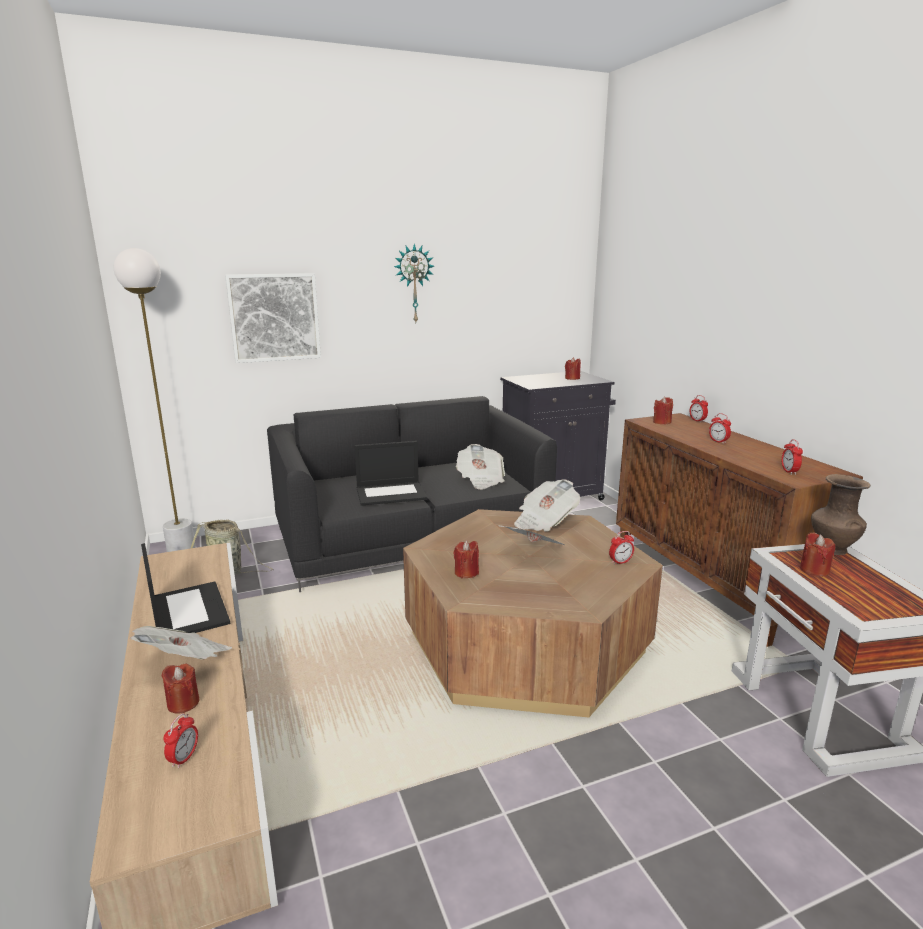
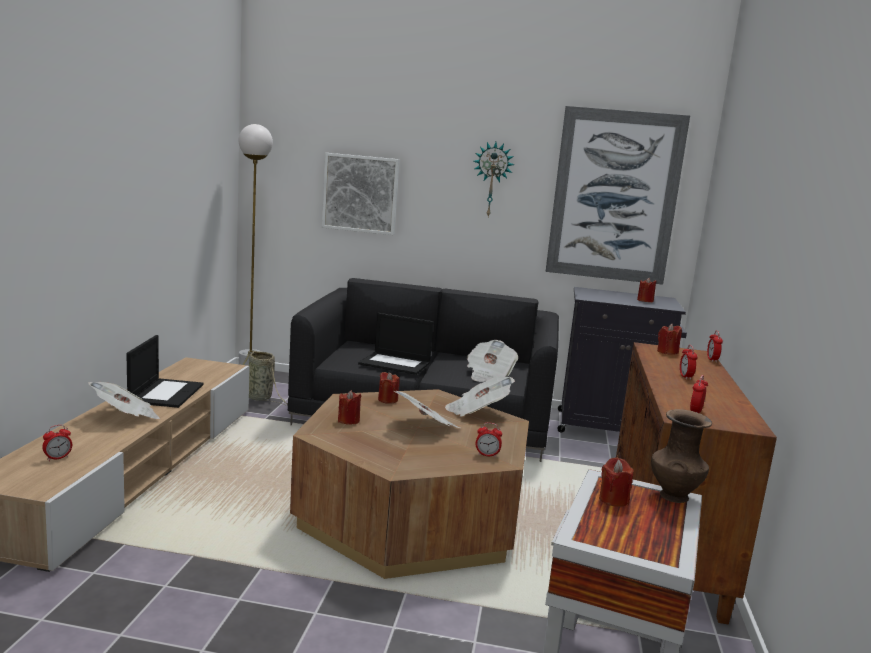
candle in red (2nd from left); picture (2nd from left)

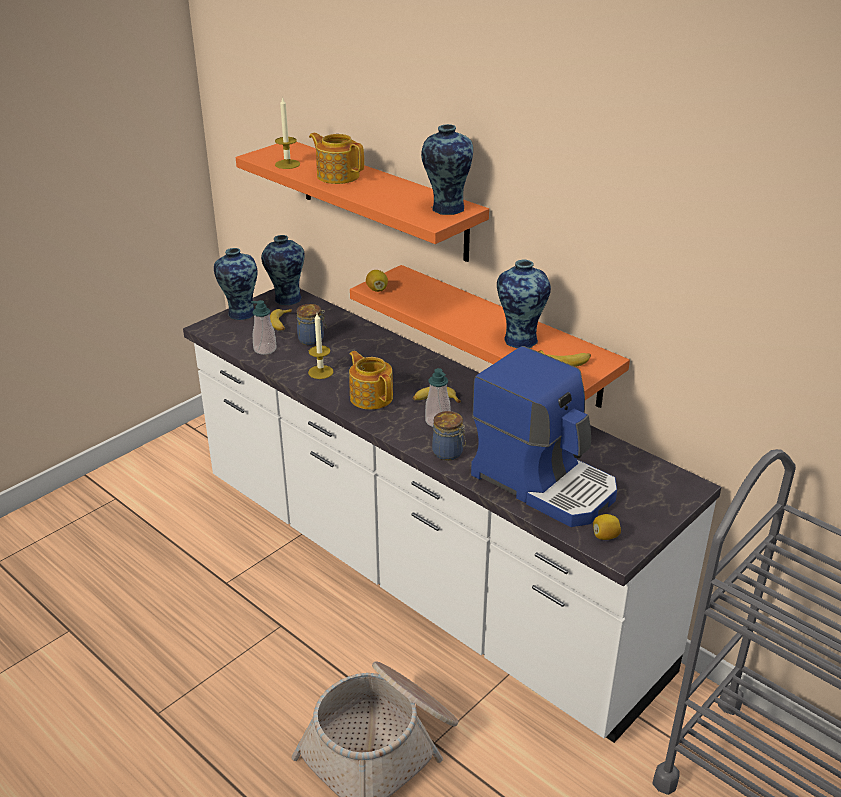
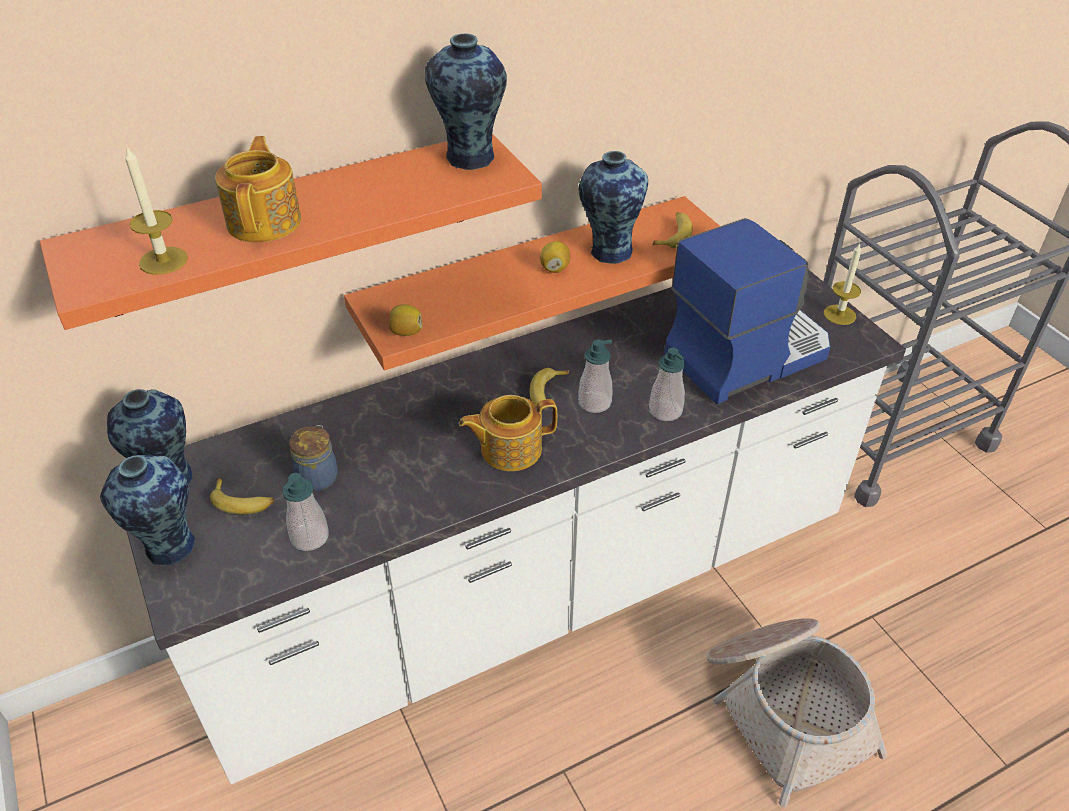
candle (2nd from left); teapot (1st from left); soap dispenser (3rd from left); lemon (2nd from left)

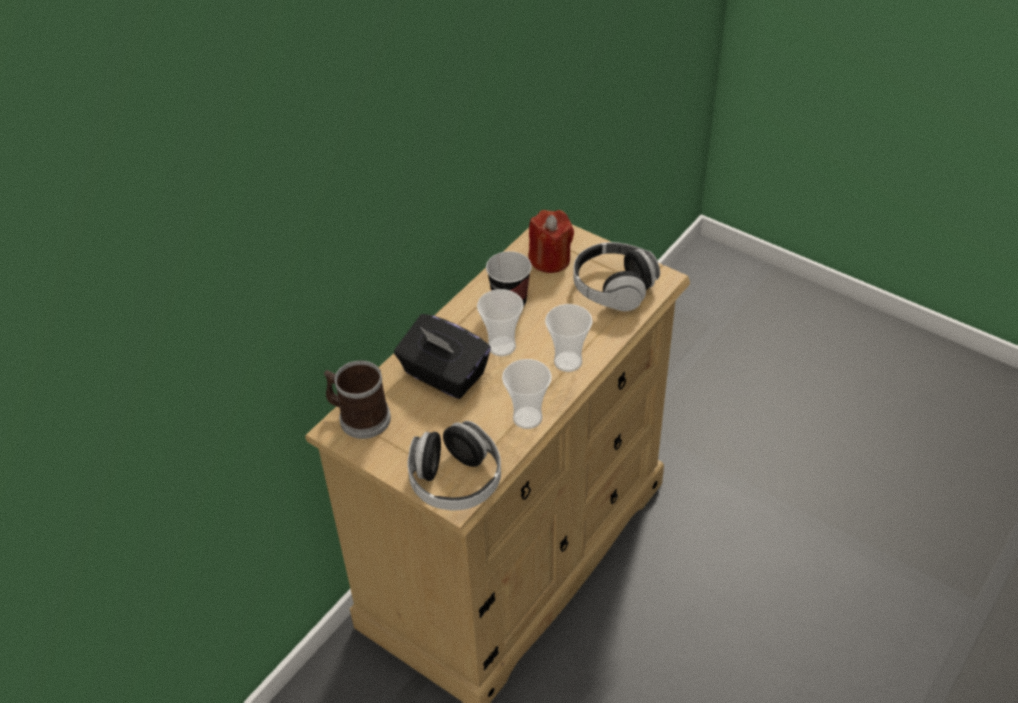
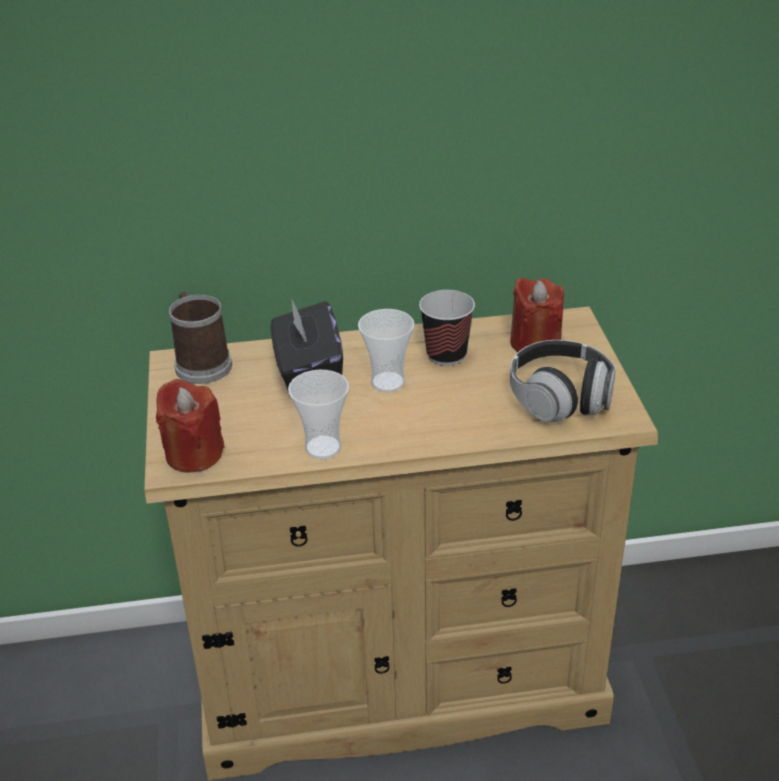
candle in red (1st from left); cup (4th from left in the first image)

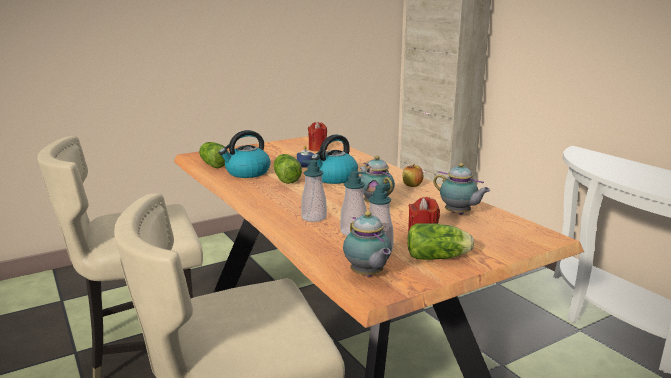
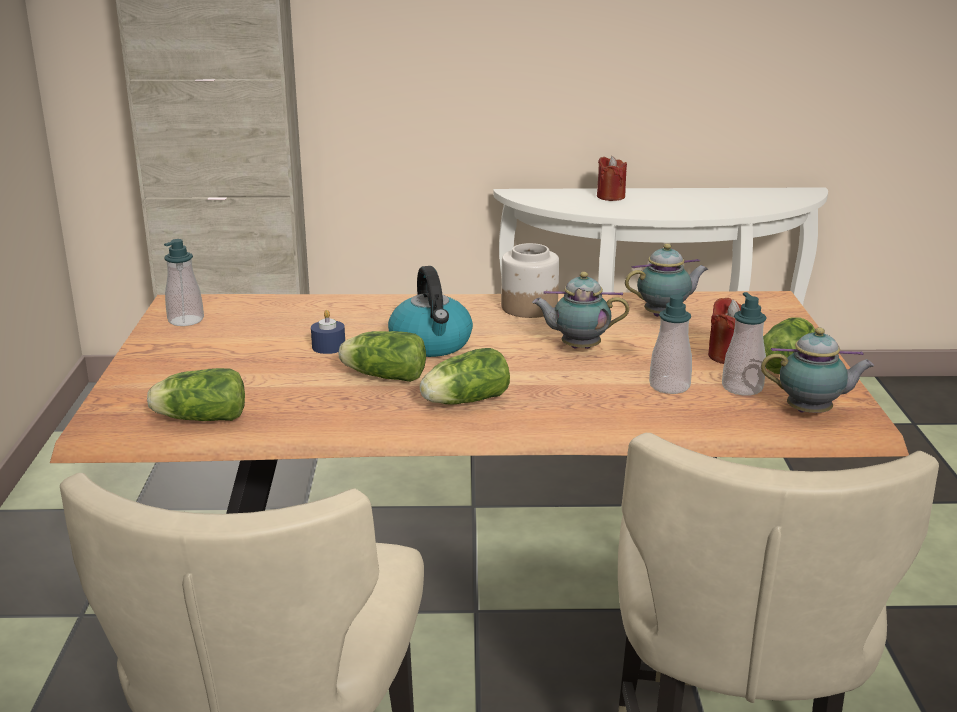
kettle (1st from left in the first image); soap dispenser (1st from left); candle in red (1st from left); jar; lettuce (3rd from left)

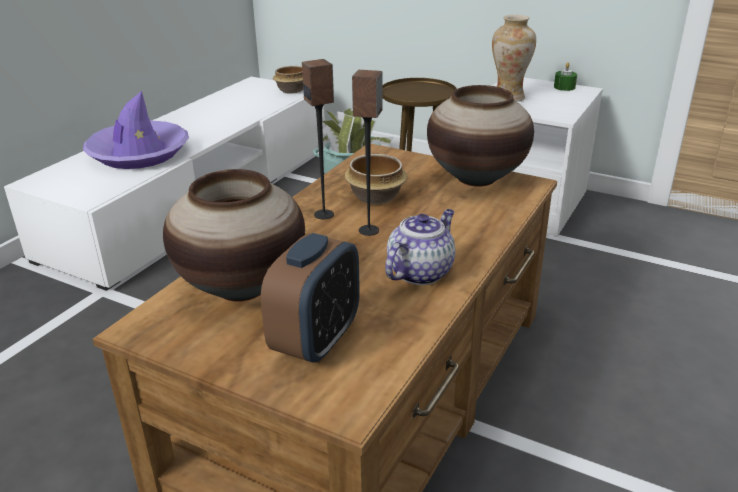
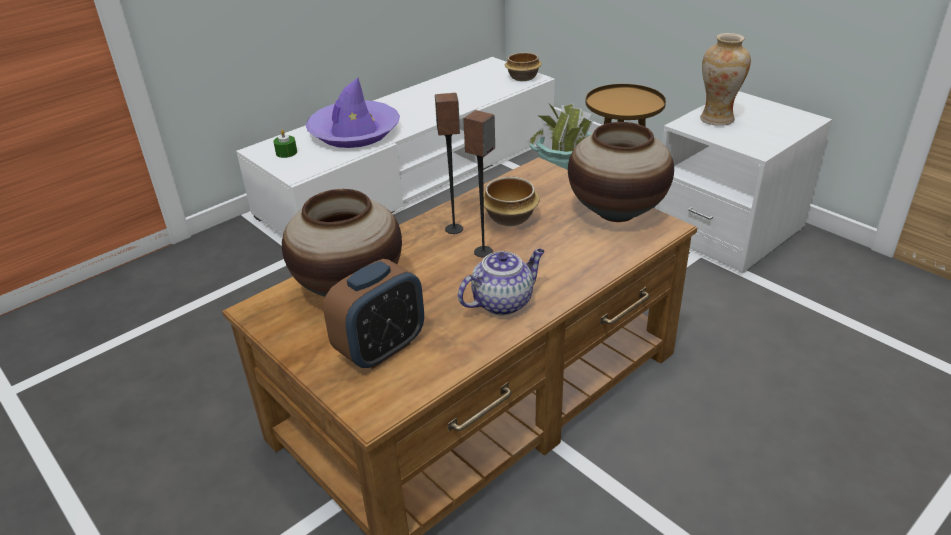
candle in green

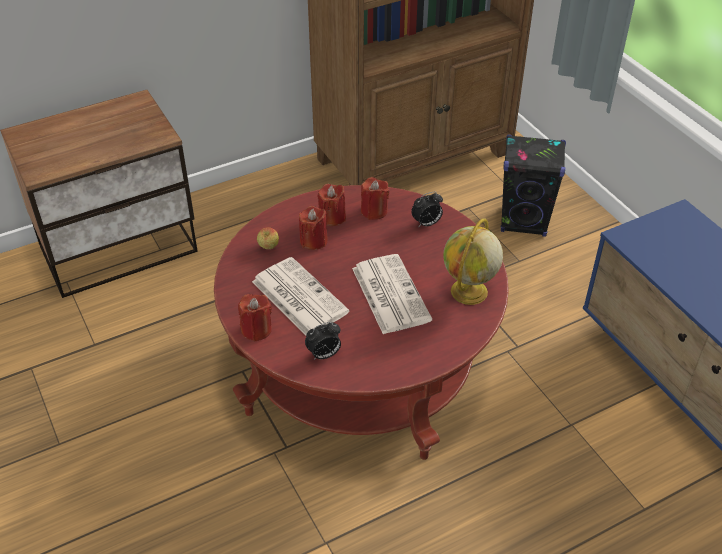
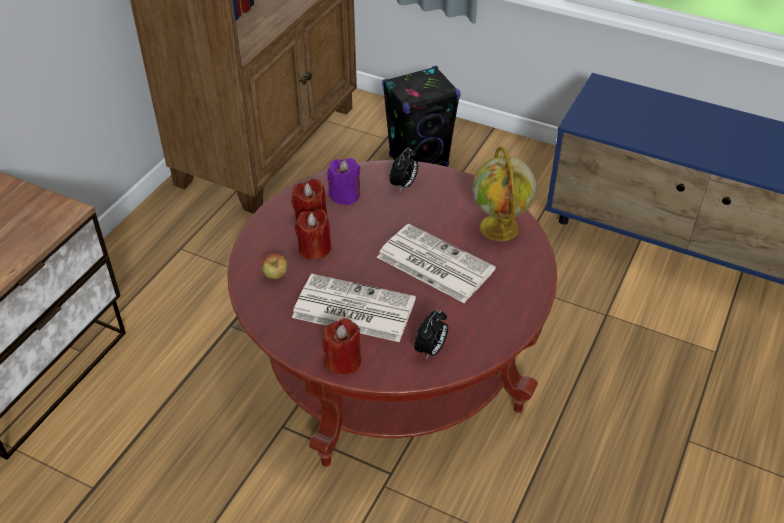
candle in purple

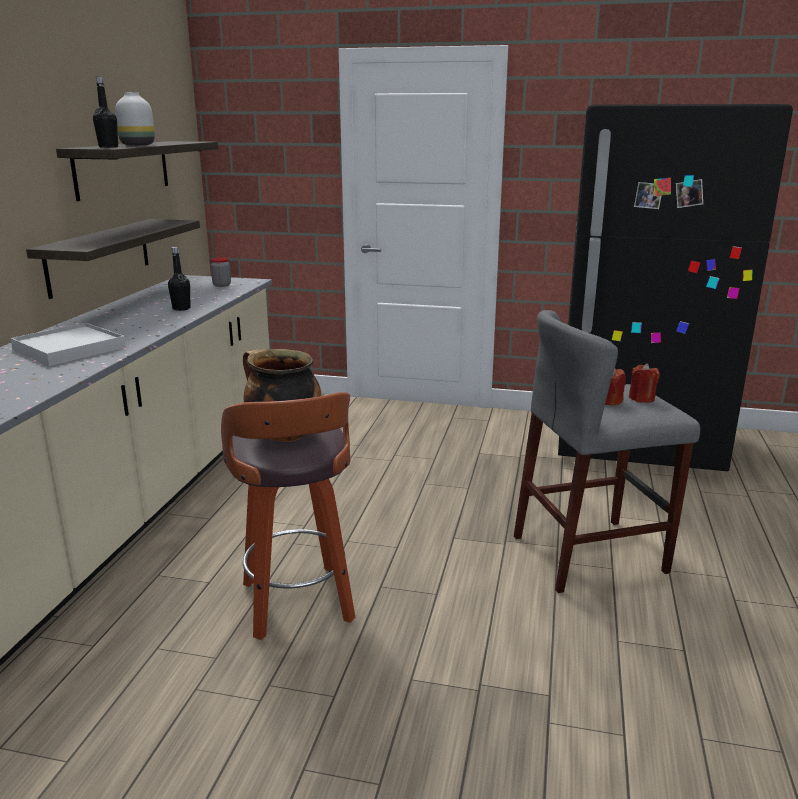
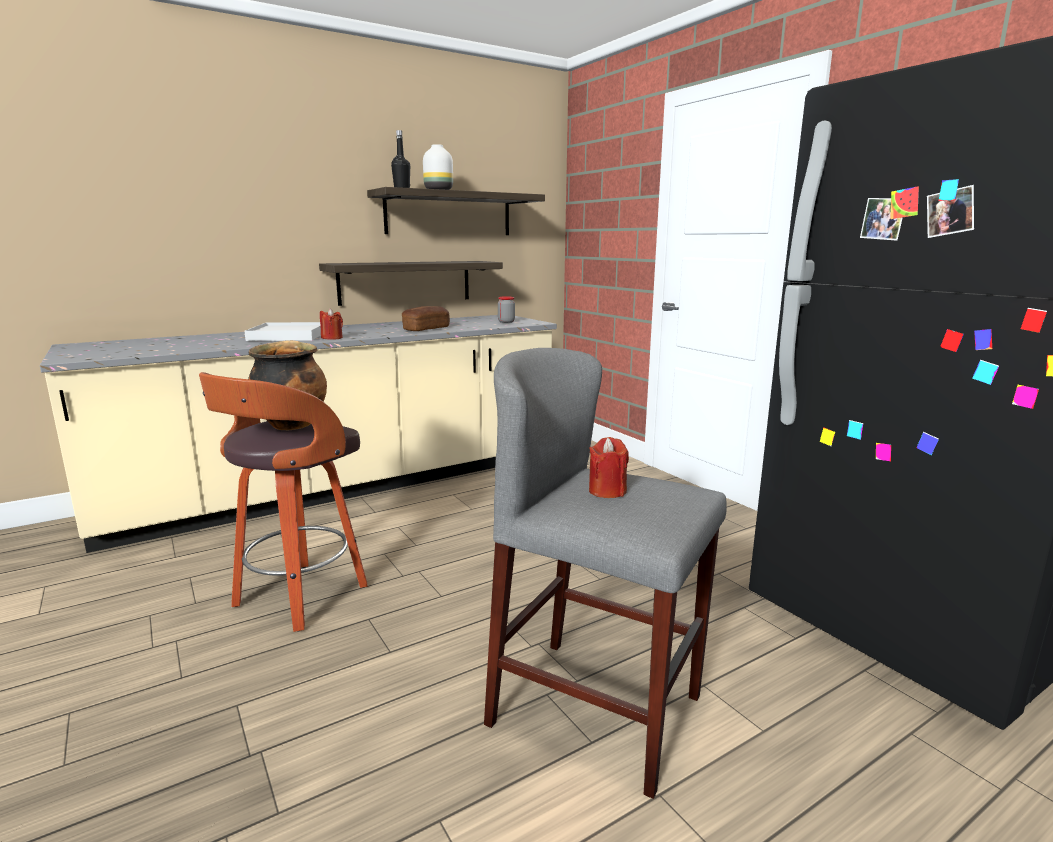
bread; candle in red (1st from left)

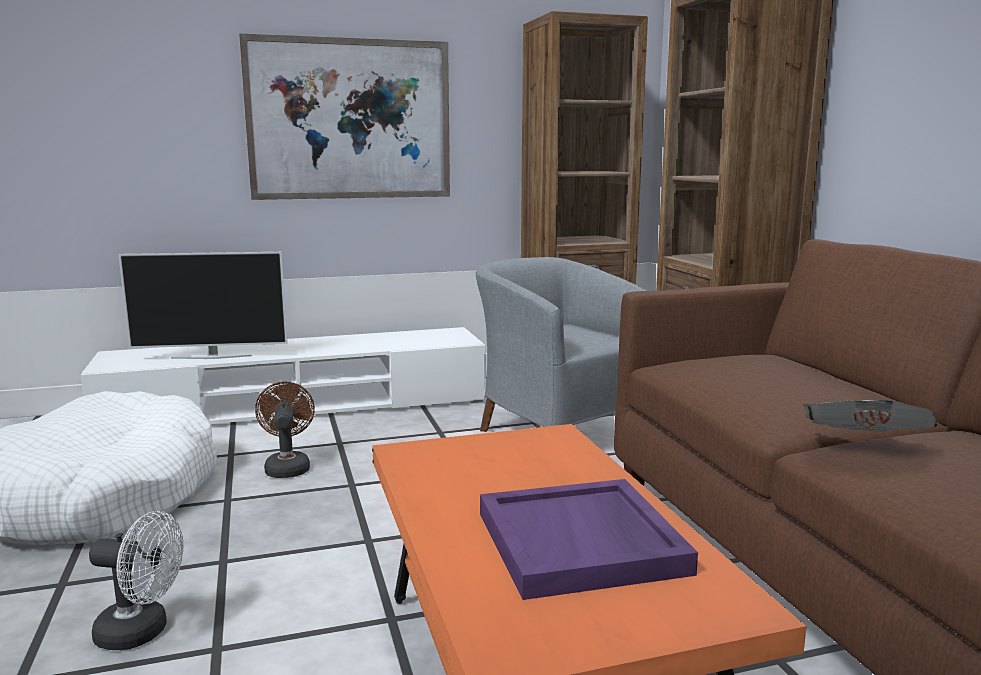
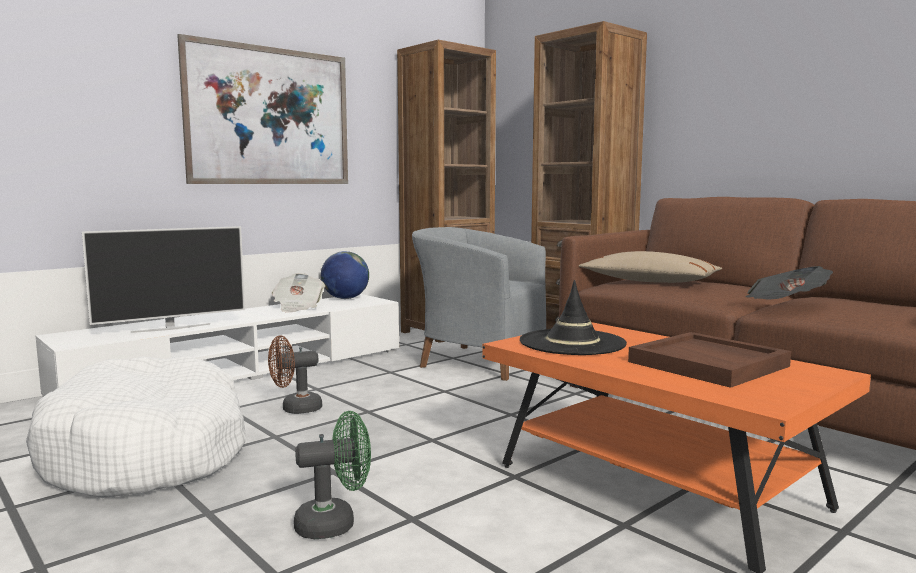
fan in green; fan in brown; tray in brown; newspaper (1st from left); globe; hat in black; pillow in beige

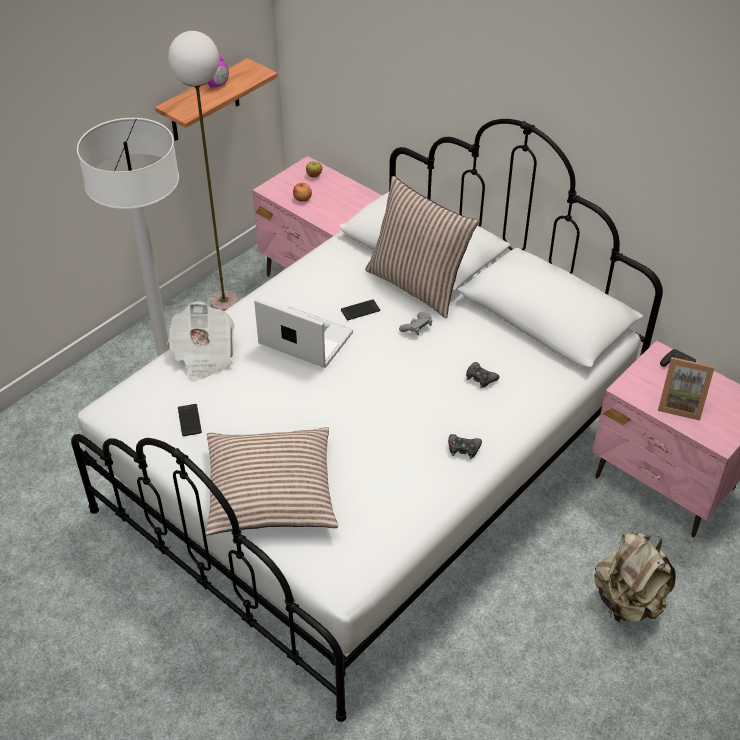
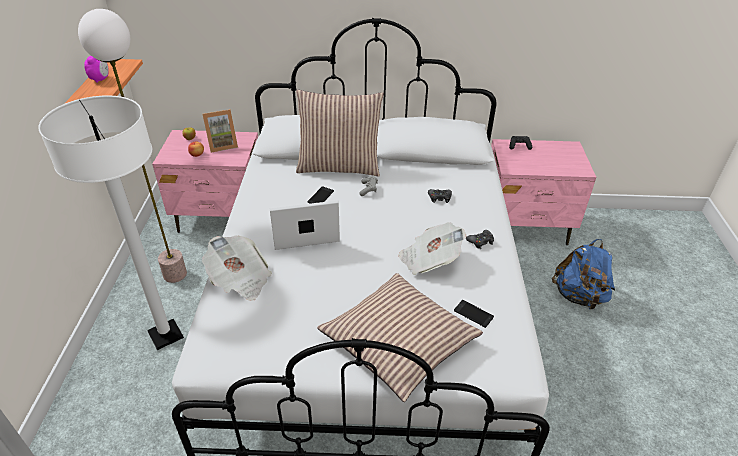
phone (2nd from left); backpack in blue; picture frame; newspaper (2nd from left)

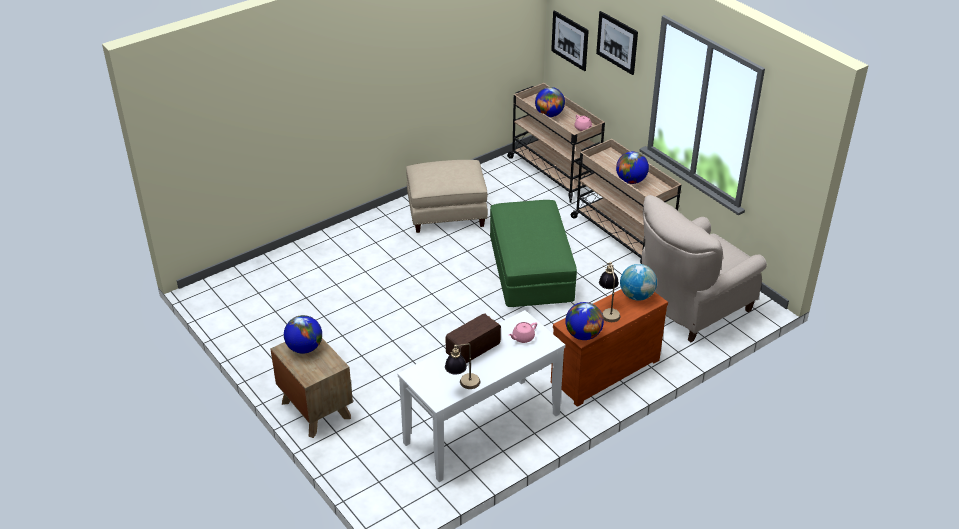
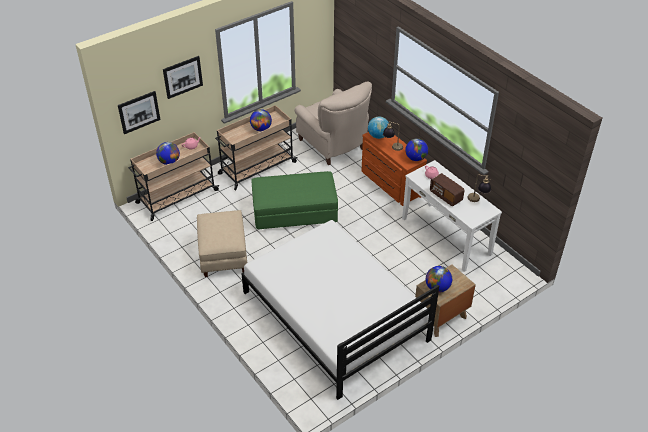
bed in white

